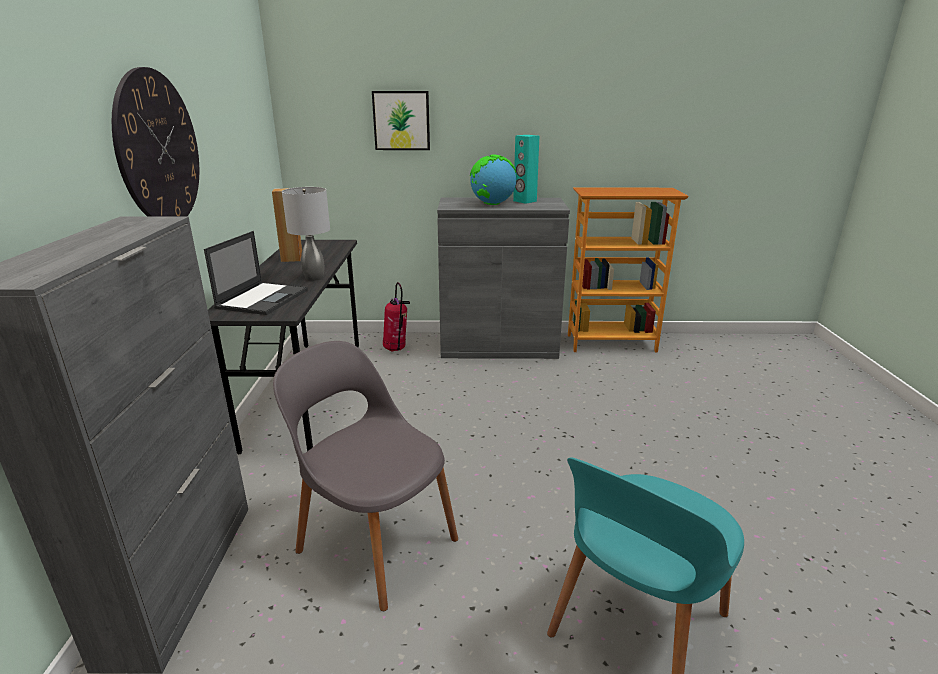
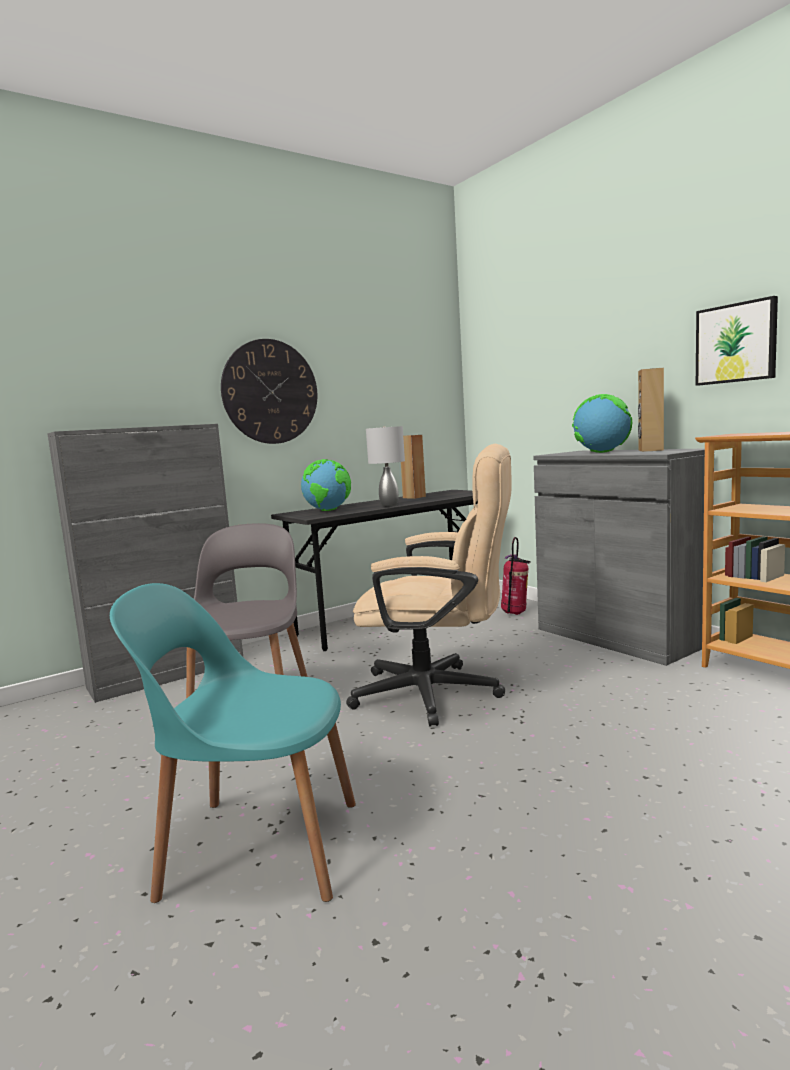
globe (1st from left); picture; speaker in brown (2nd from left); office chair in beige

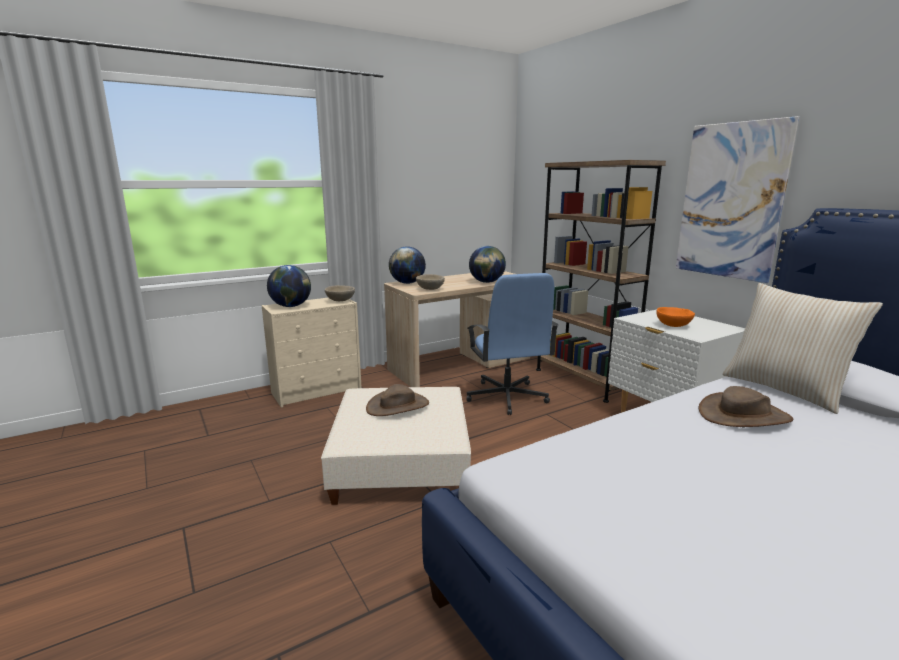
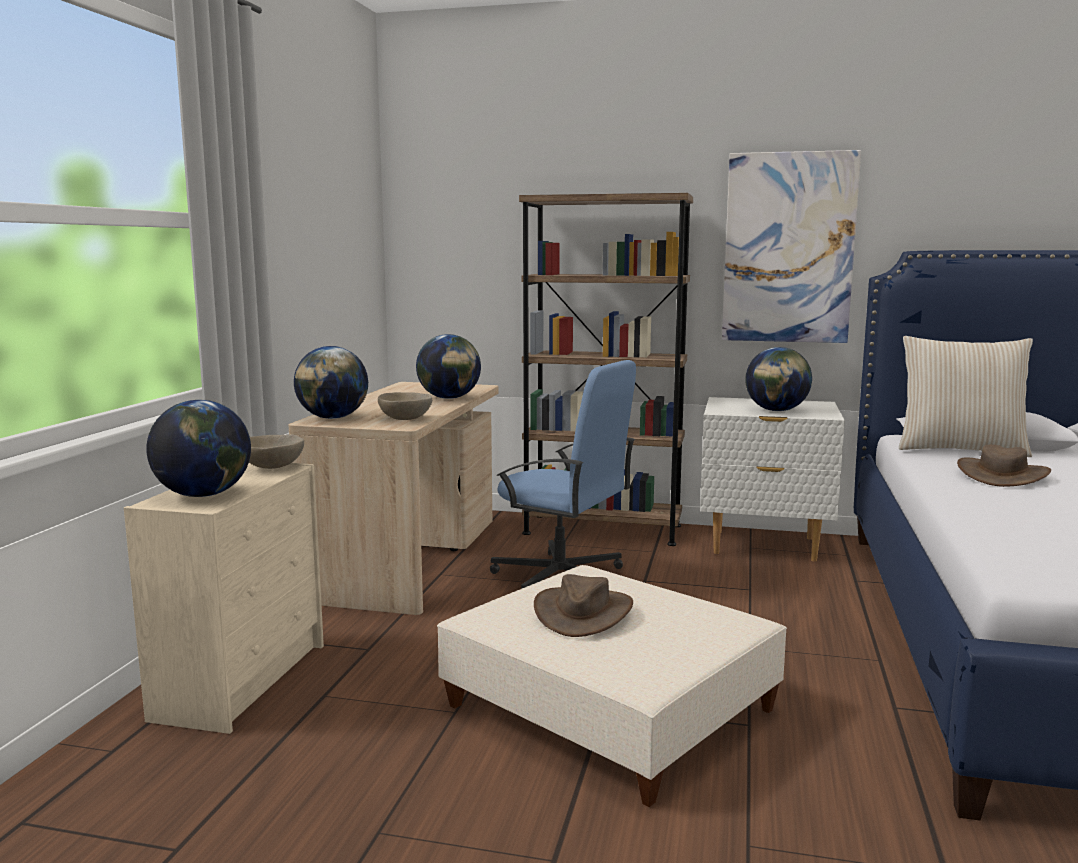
globe (4th from left)

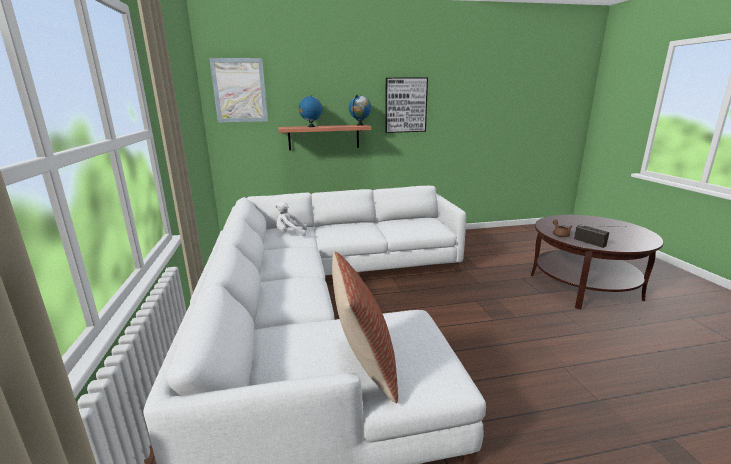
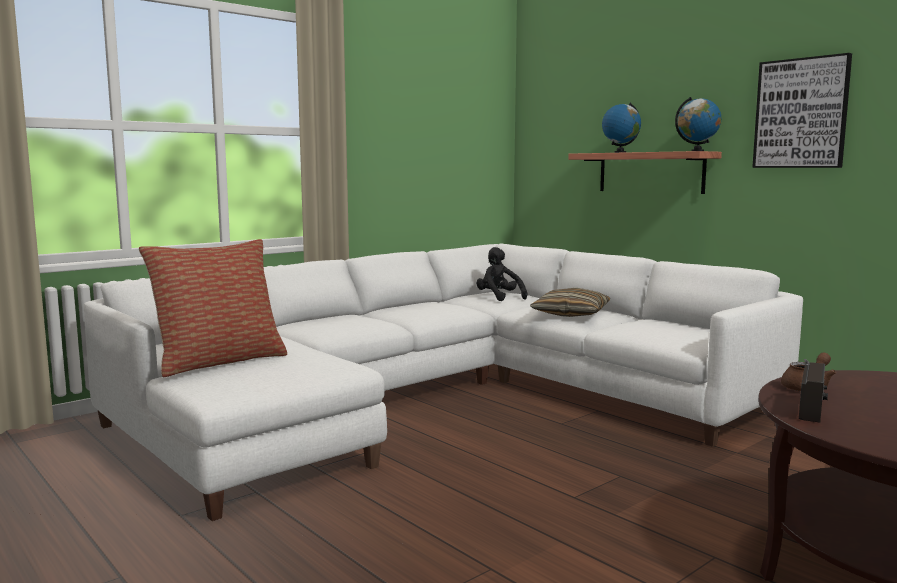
picture (1st from left in the first image); plush toy in black; pillow (2nd from left)

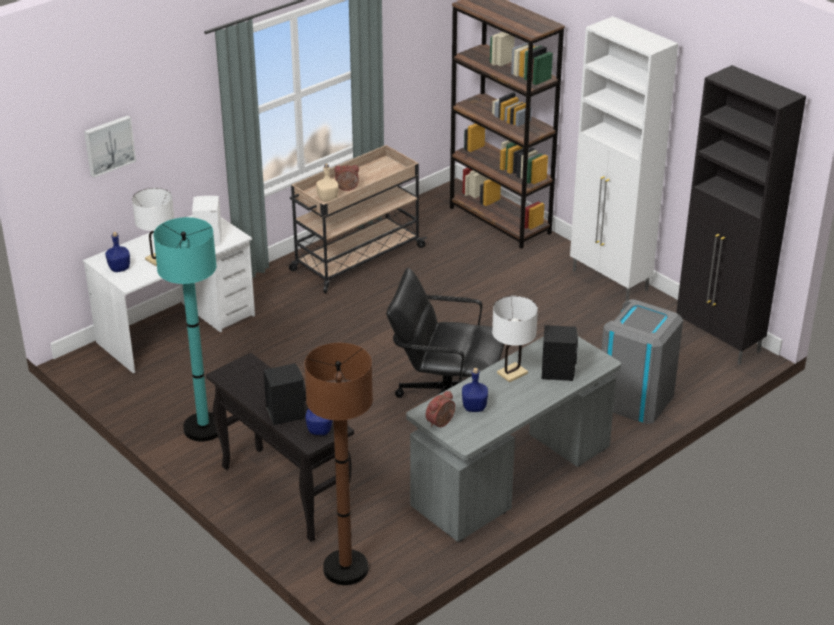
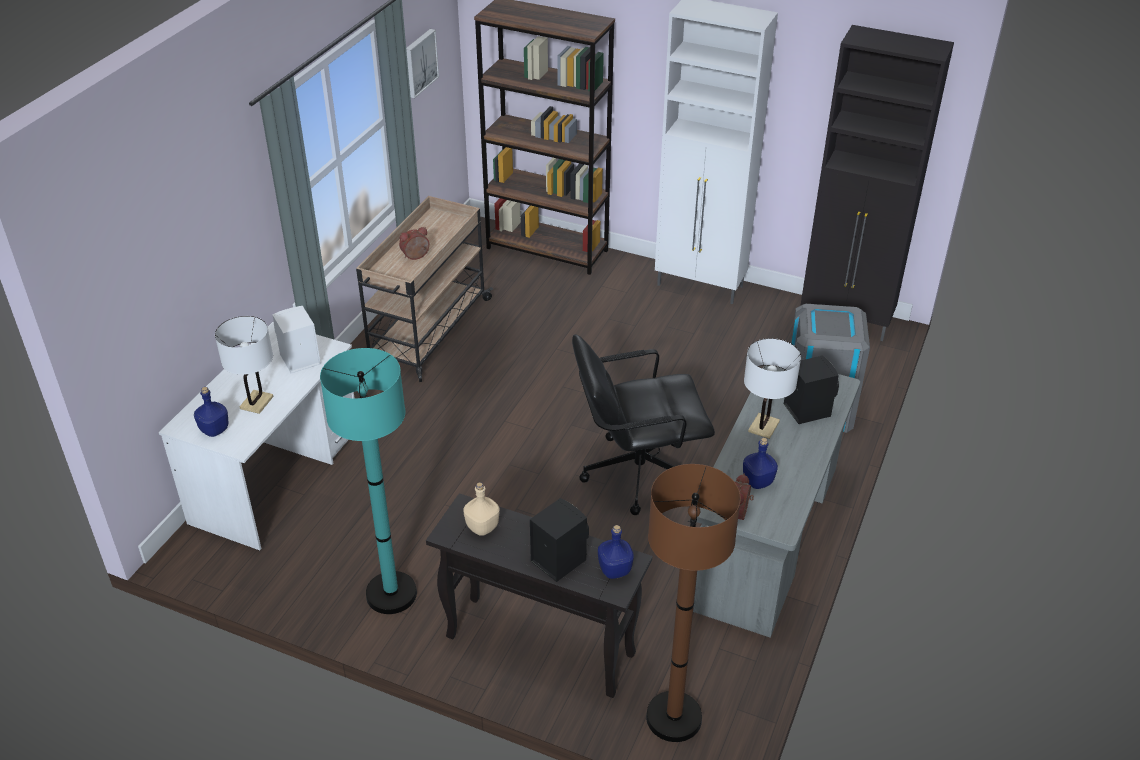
picture; bottle in beige

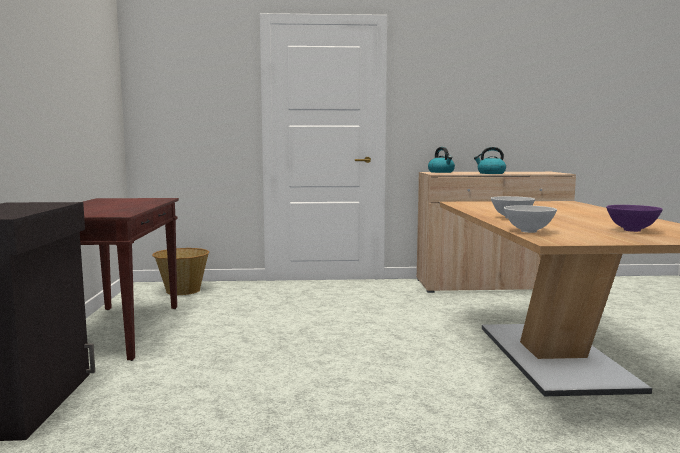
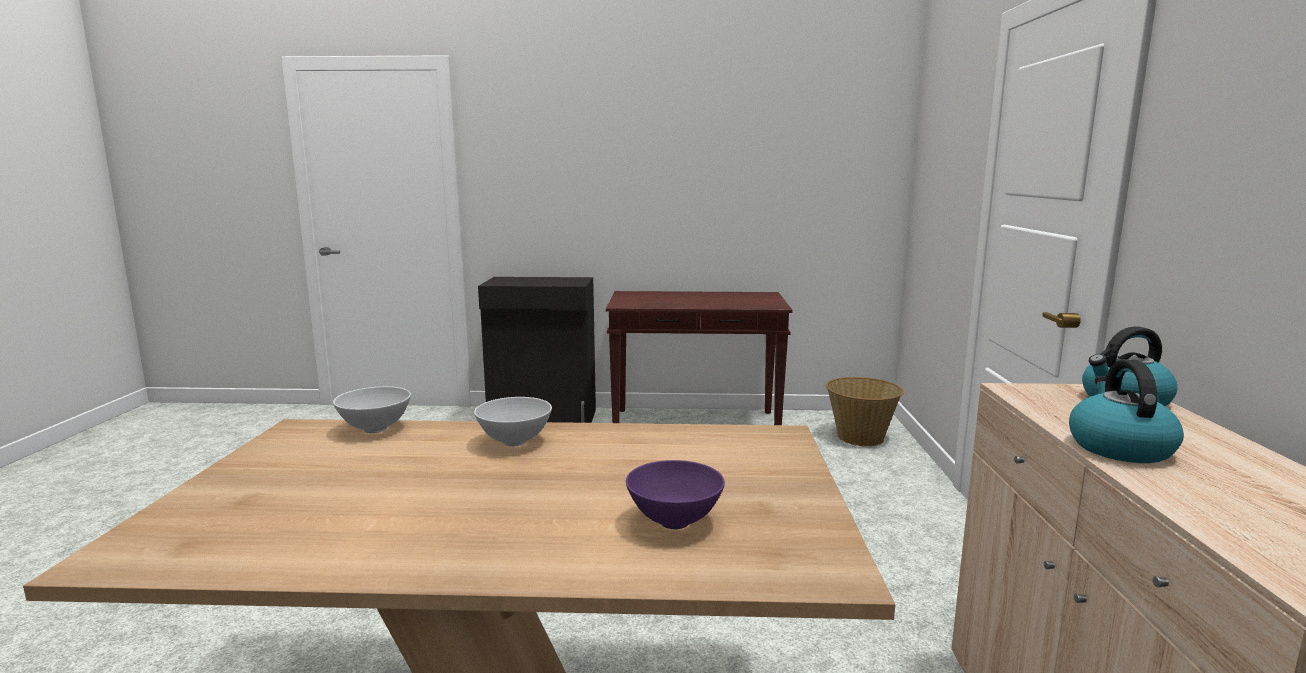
bowl in purple

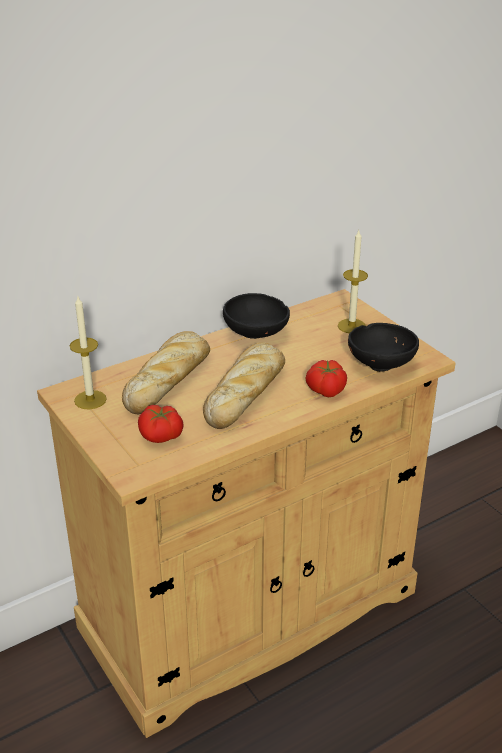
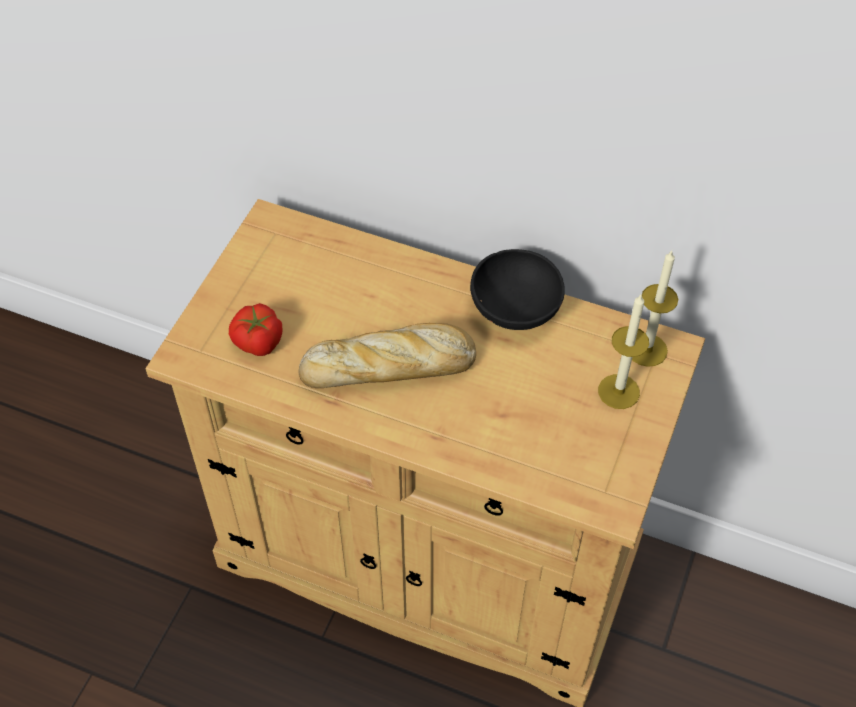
candle (2nd from left); bread (1st from left in the first image); tomato (2nd from left in the first image); bowl in black (2nd from left in the first image)

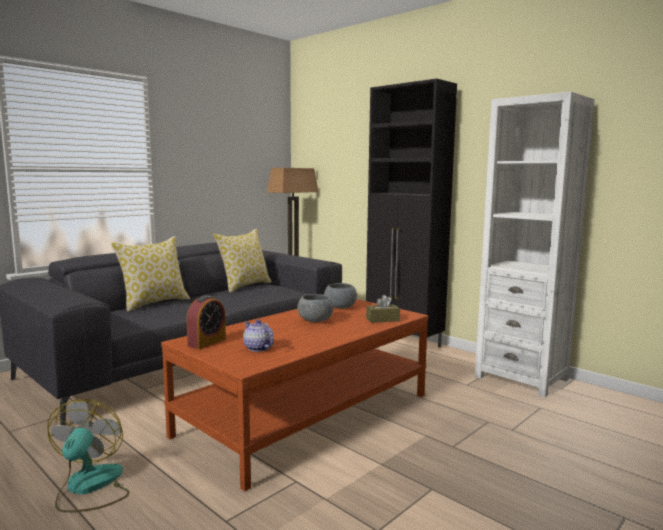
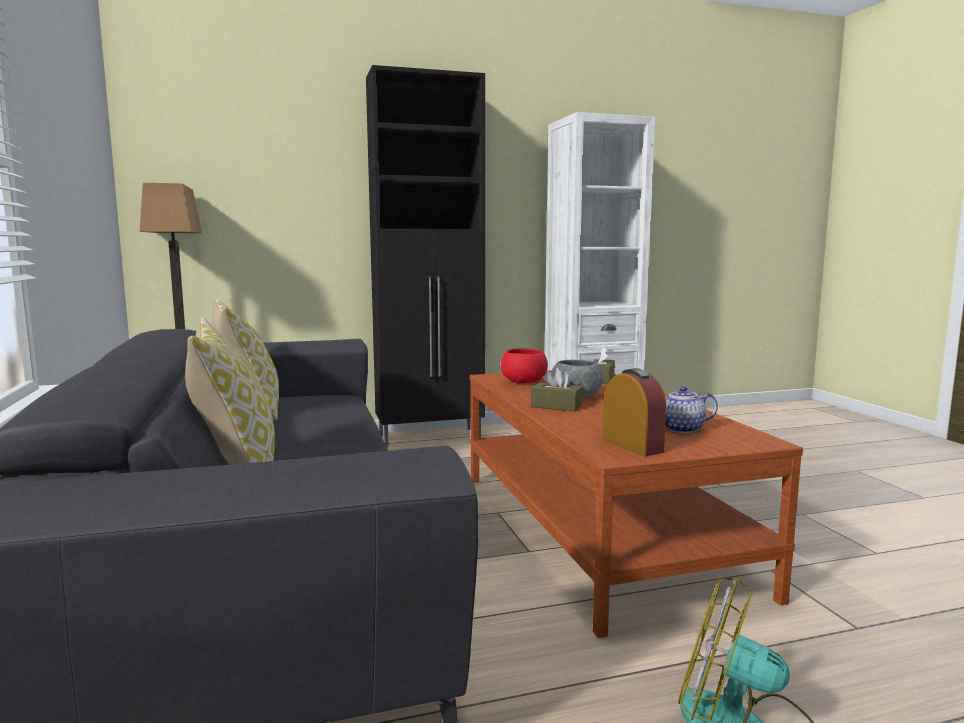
bowl in red; tissue box in brown (1st from left)

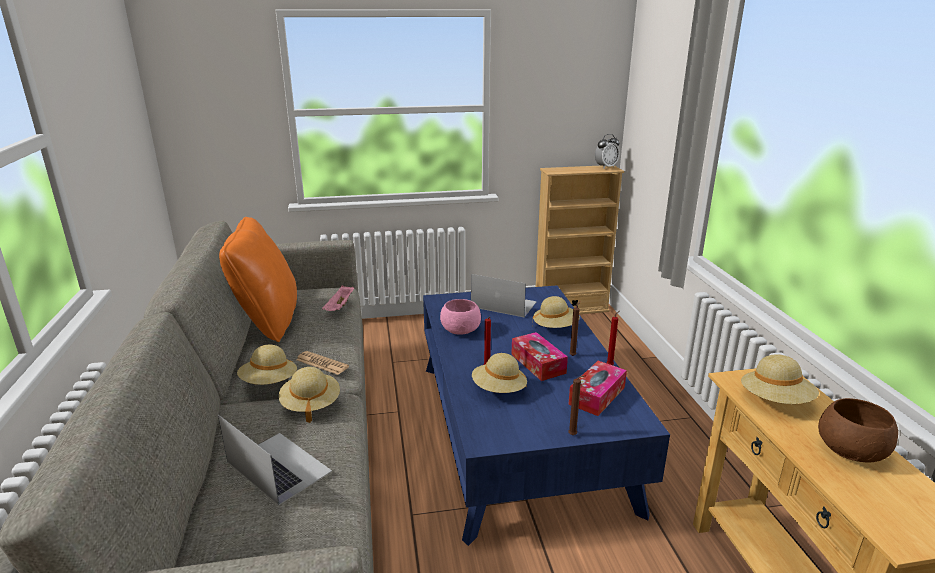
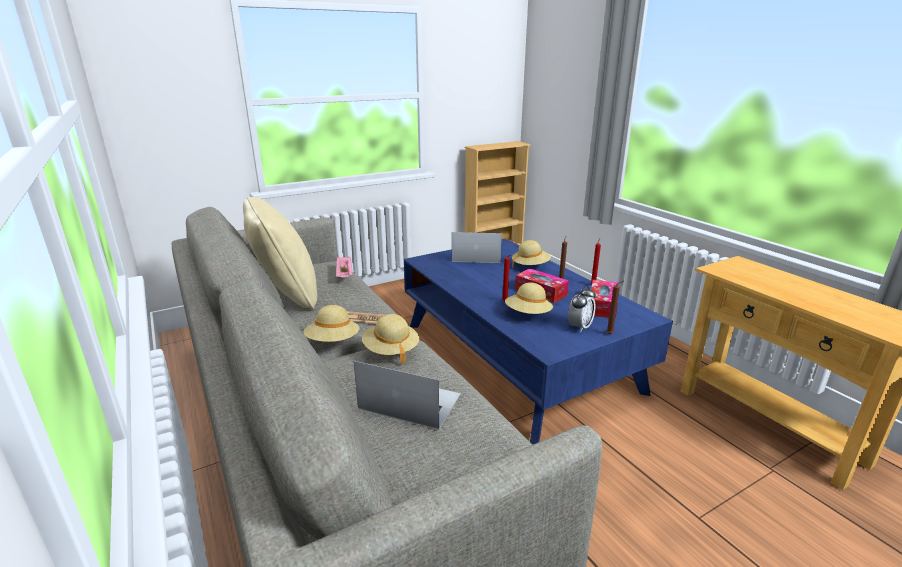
pillow in beige; bowl in pink; alarm clock; hat in beige (5th from left in the first image); bowl in brown

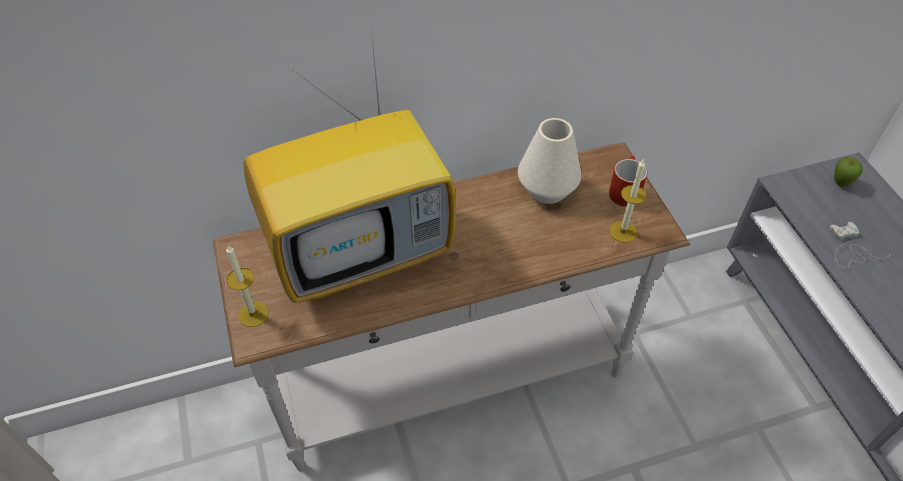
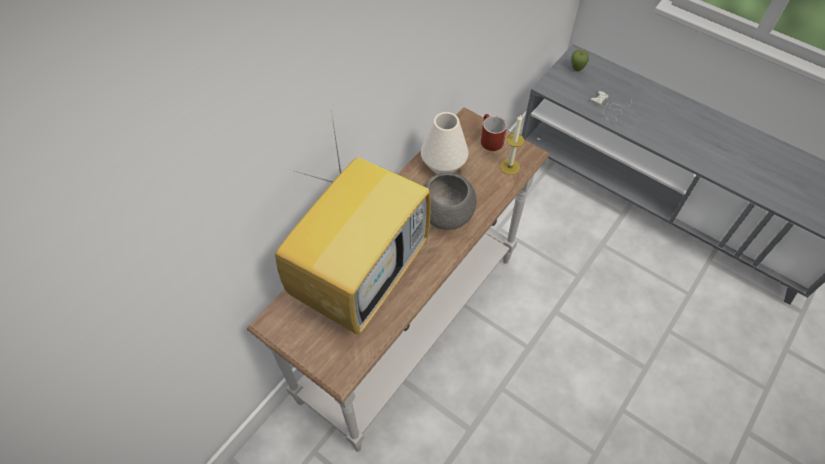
candle (1st from left in the first image); bowl in grey

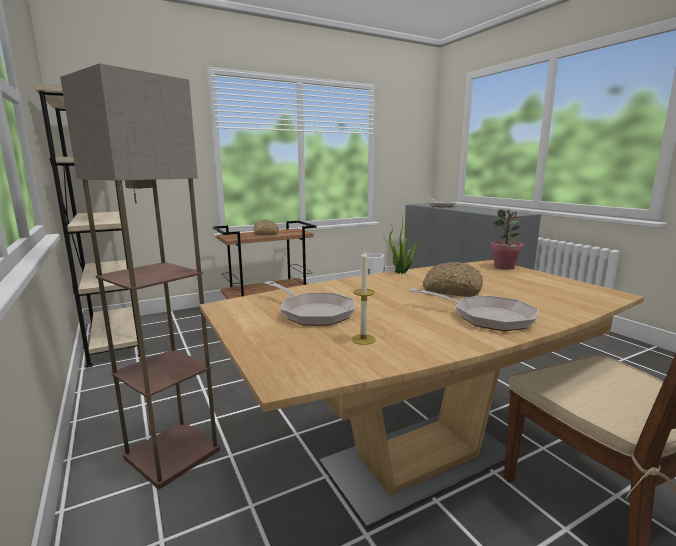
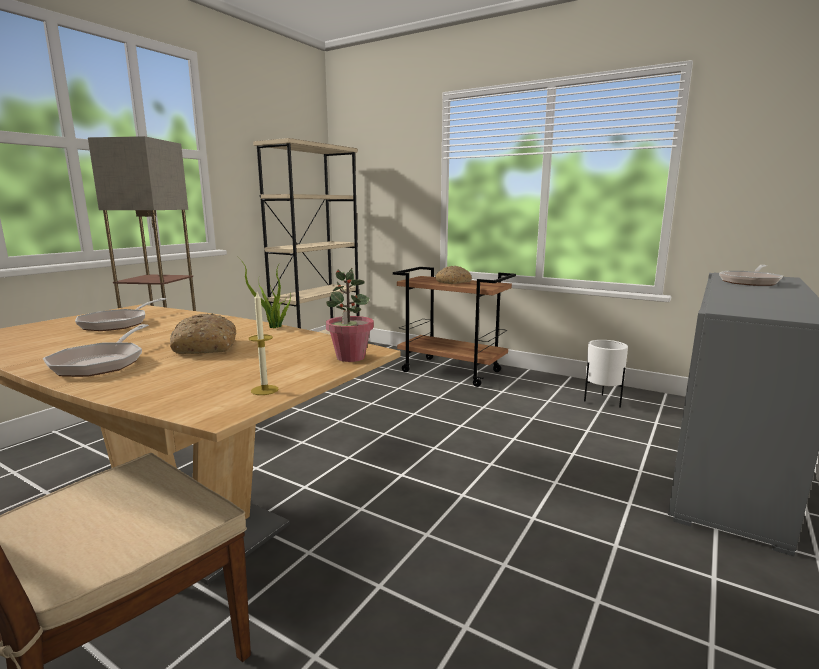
candle

